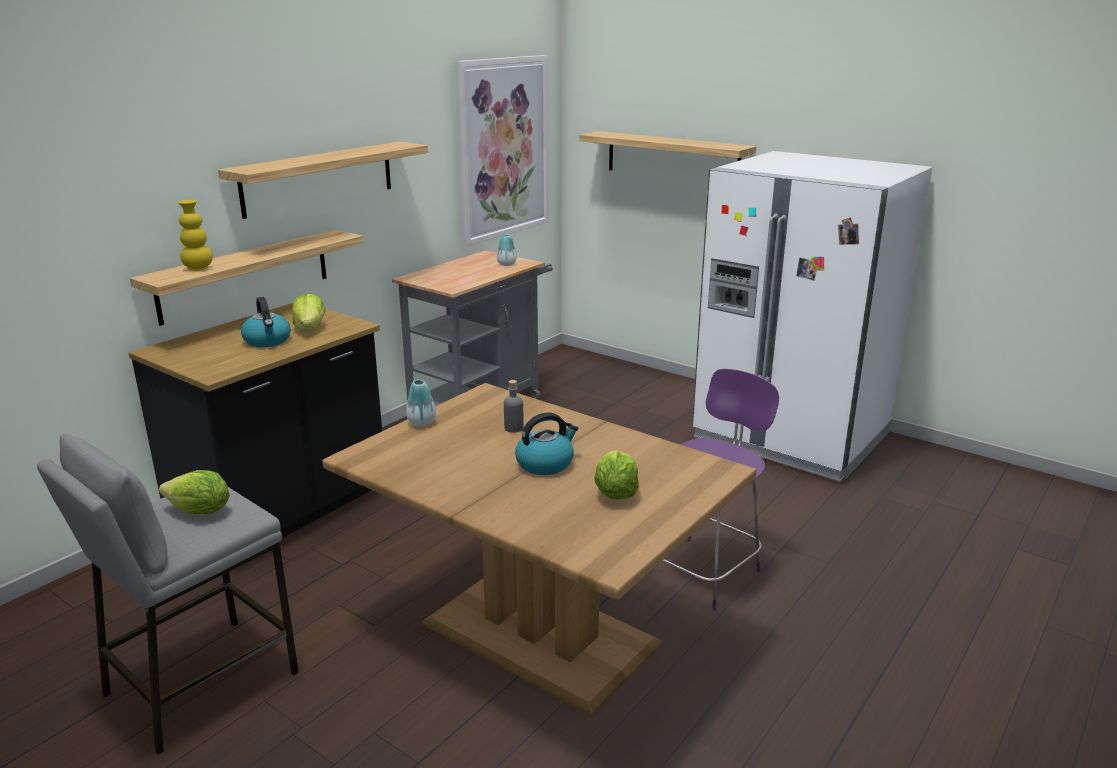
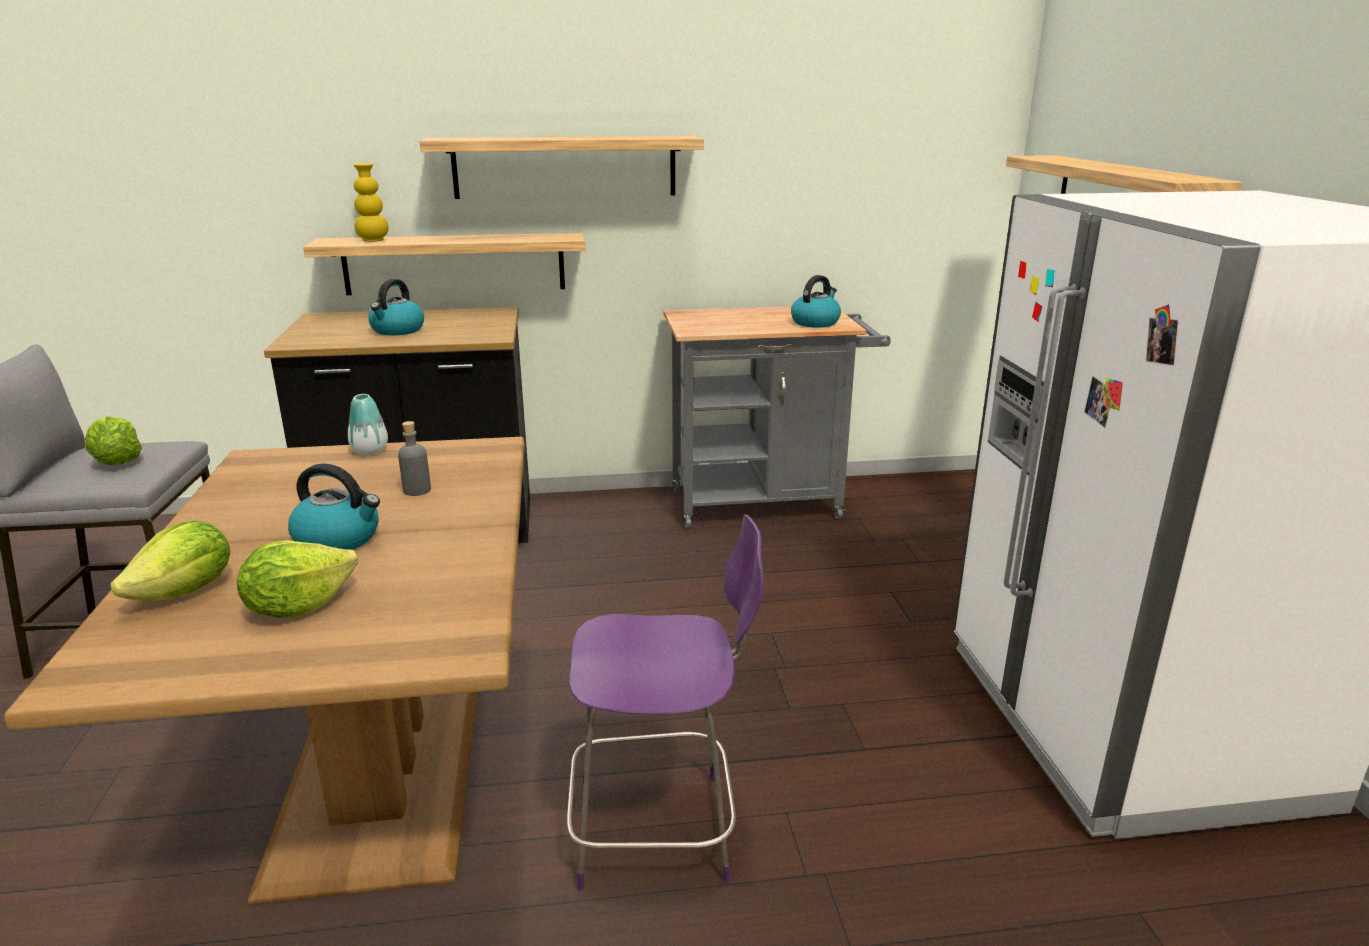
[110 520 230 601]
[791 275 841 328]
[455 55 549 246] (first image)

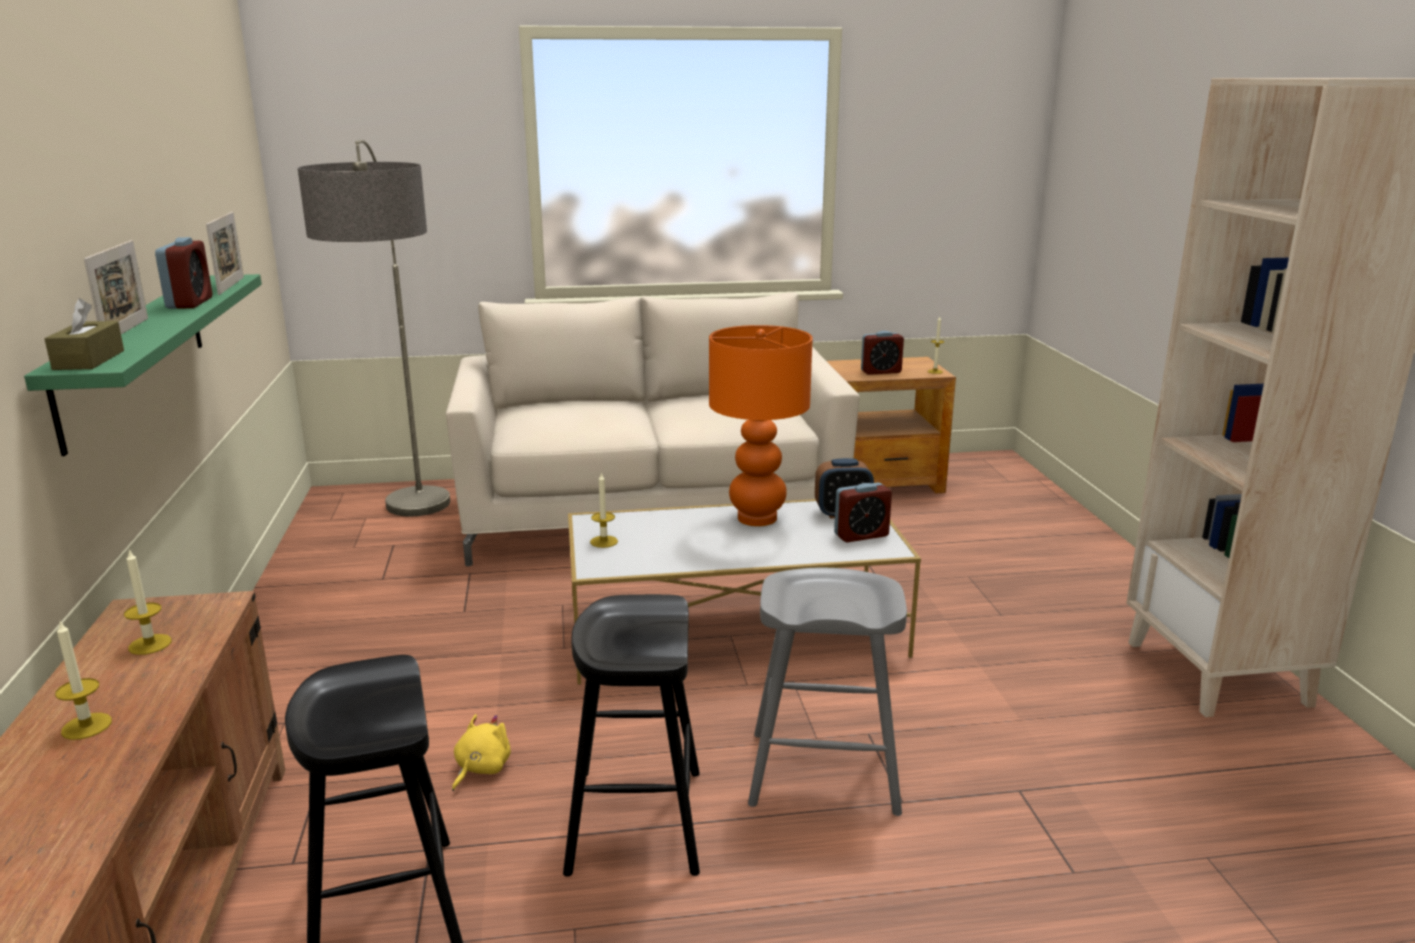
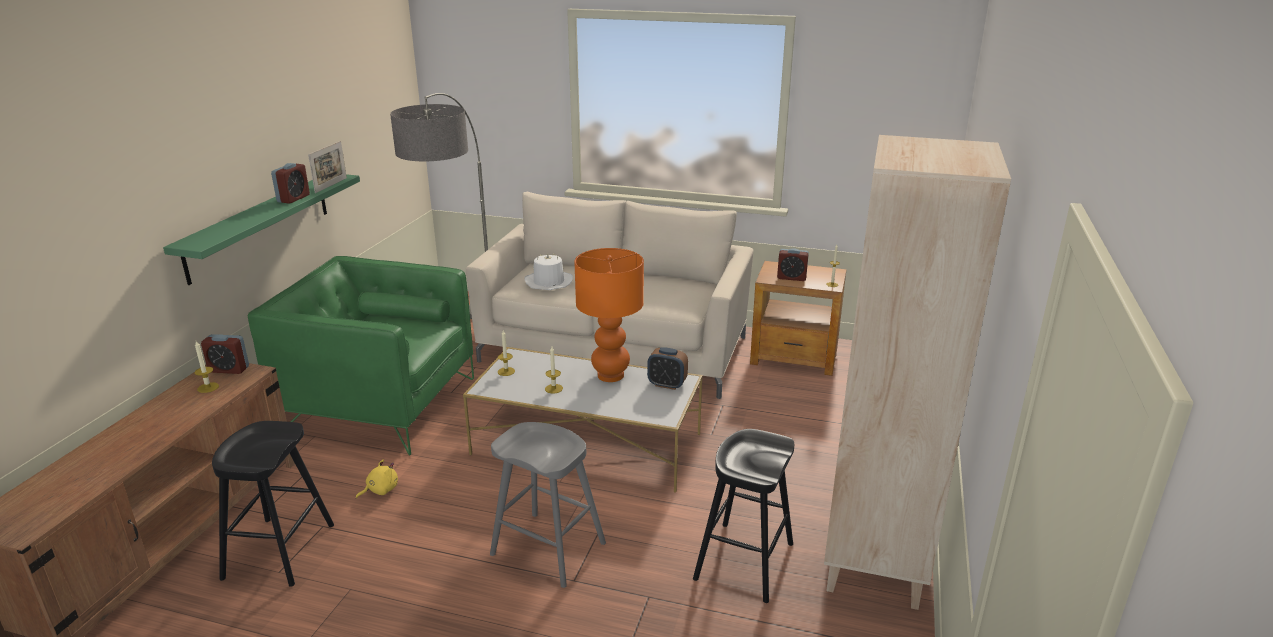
[201 334 249 374]
[248 256 474 455]
[524 254 573 290]
[545 347 563 394]
[693 429 794 603]
[45 298 124 370] (first image)
[84 240 148 334] (first image)

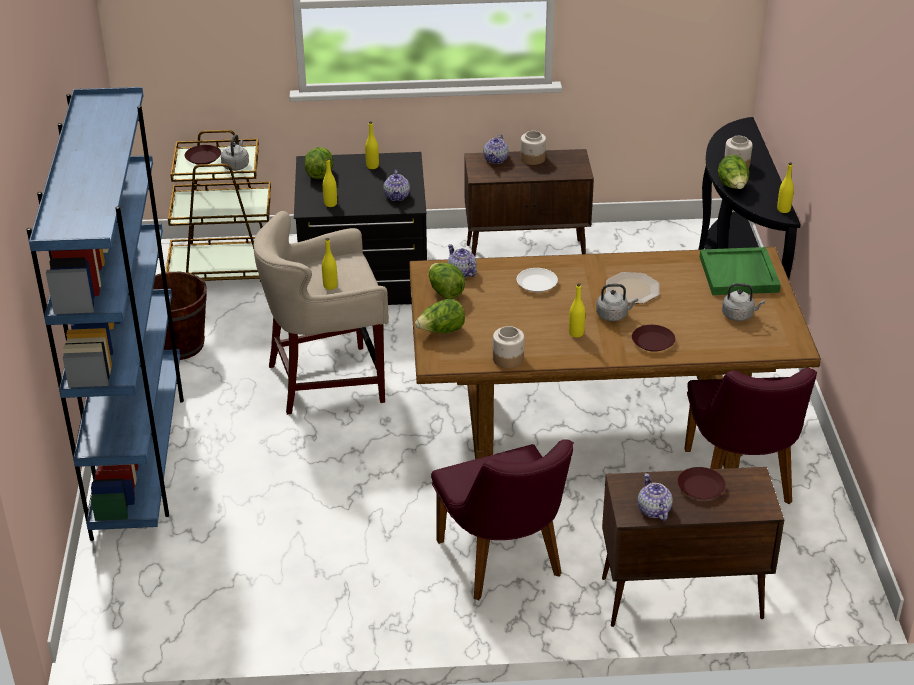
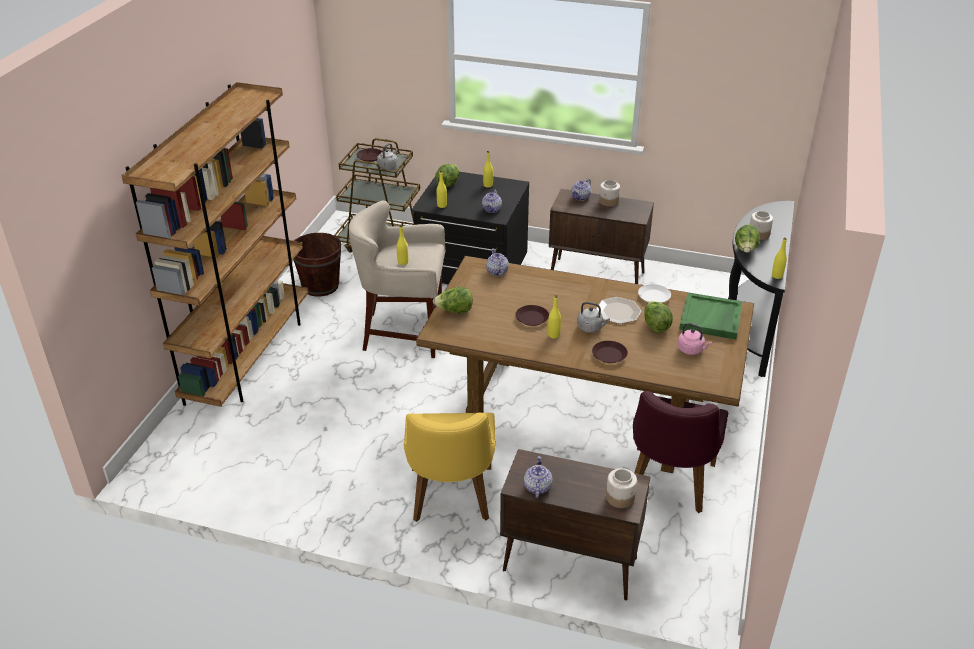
[121 82 309 407]
[404 413 496 522]
[515 305 549 326]
[606 468 637 508]
[638 284 671 303]
[644 301 673 333]
[677 323 712 355]

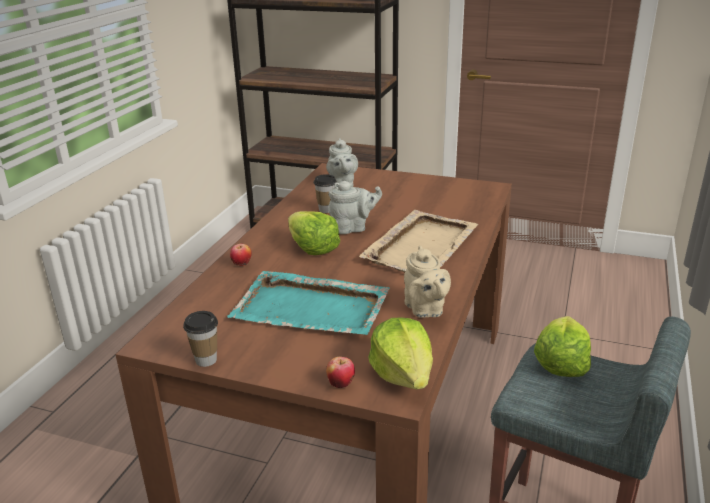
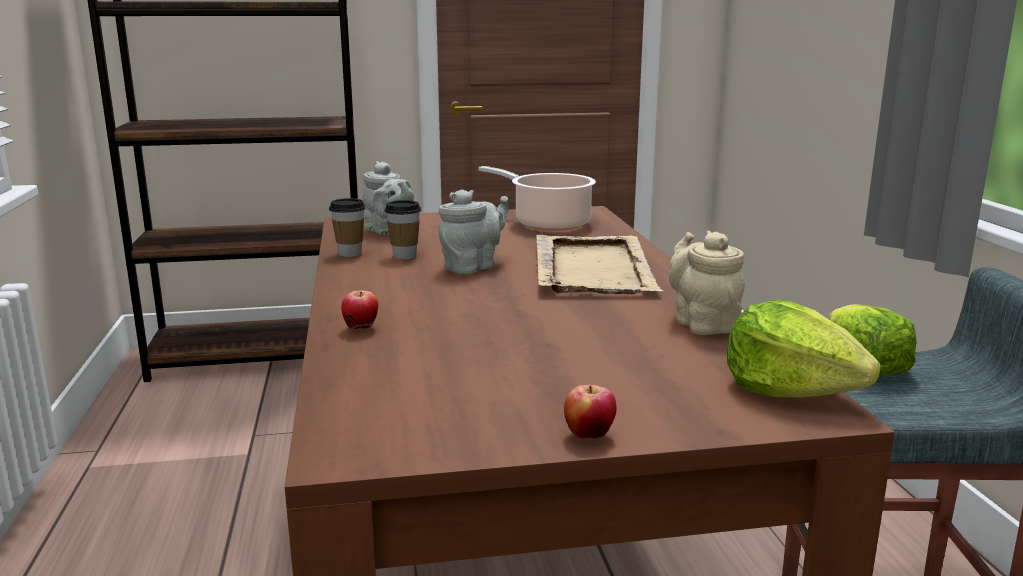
[329 198 366 257]
[478 166 596 231]
[564 384 617 439]
[669 231 745 335]
[227 271 390 335] (first image)
[288 211 340 255] (first image)

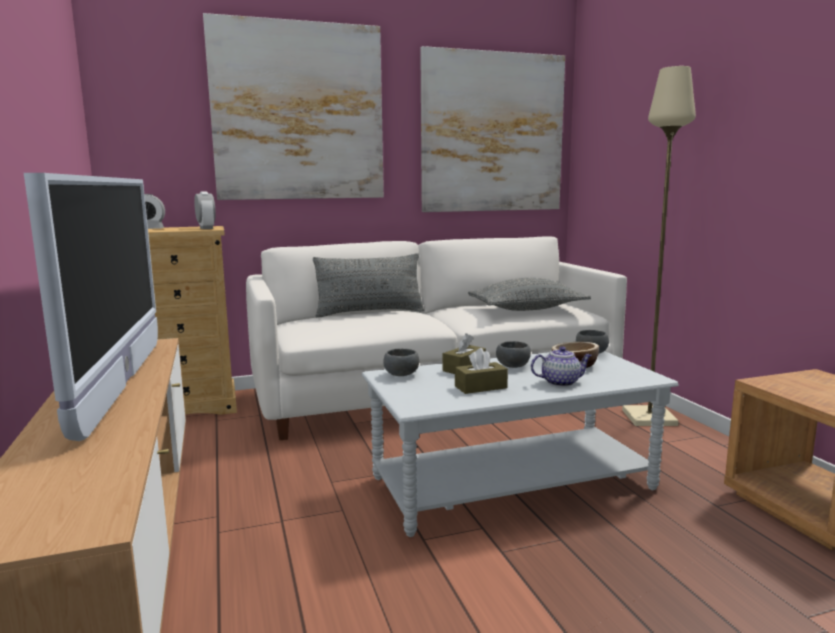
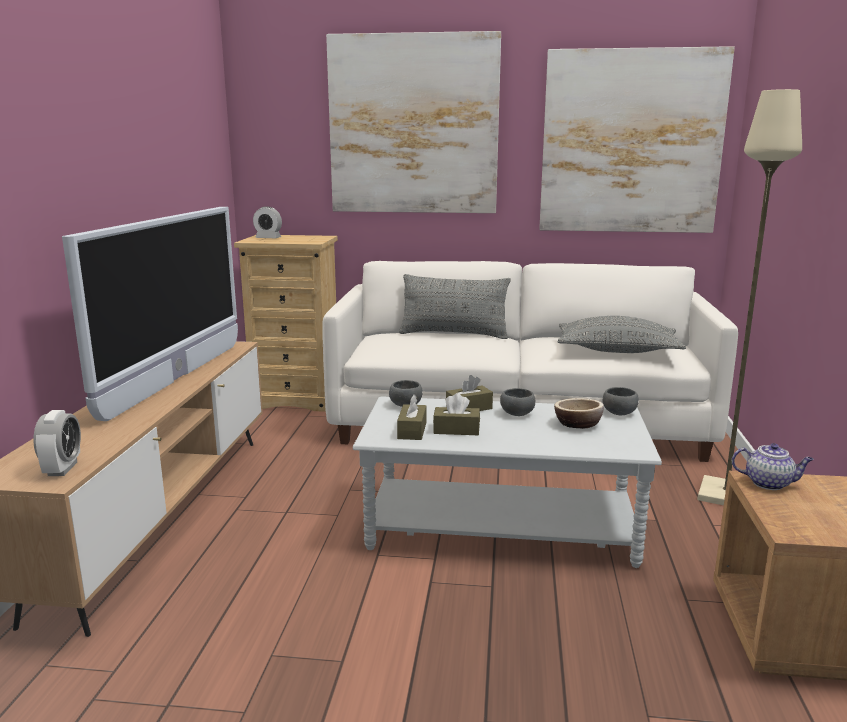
[33 410 81 476]
[397 395 426 440]
[732 443 814 490]

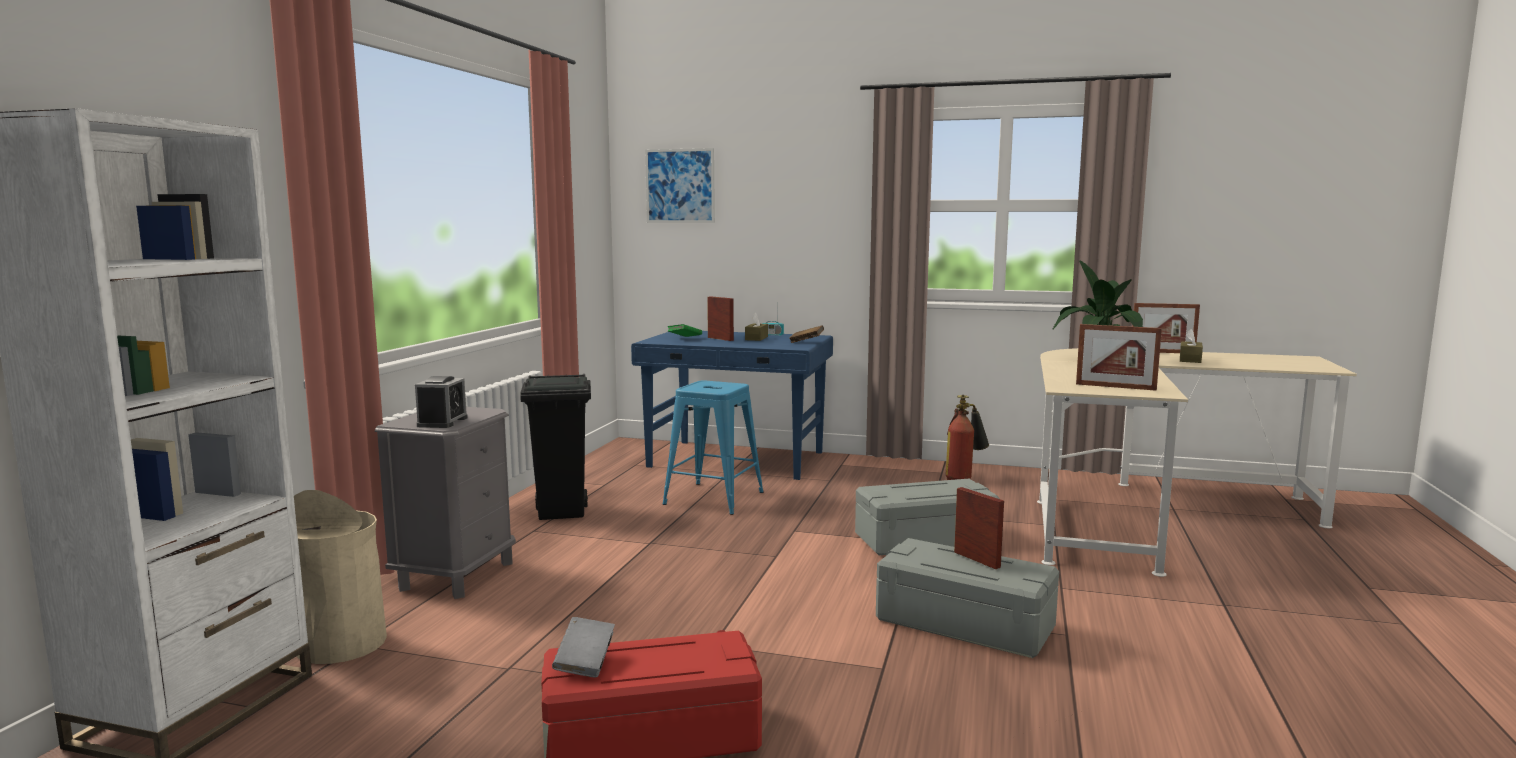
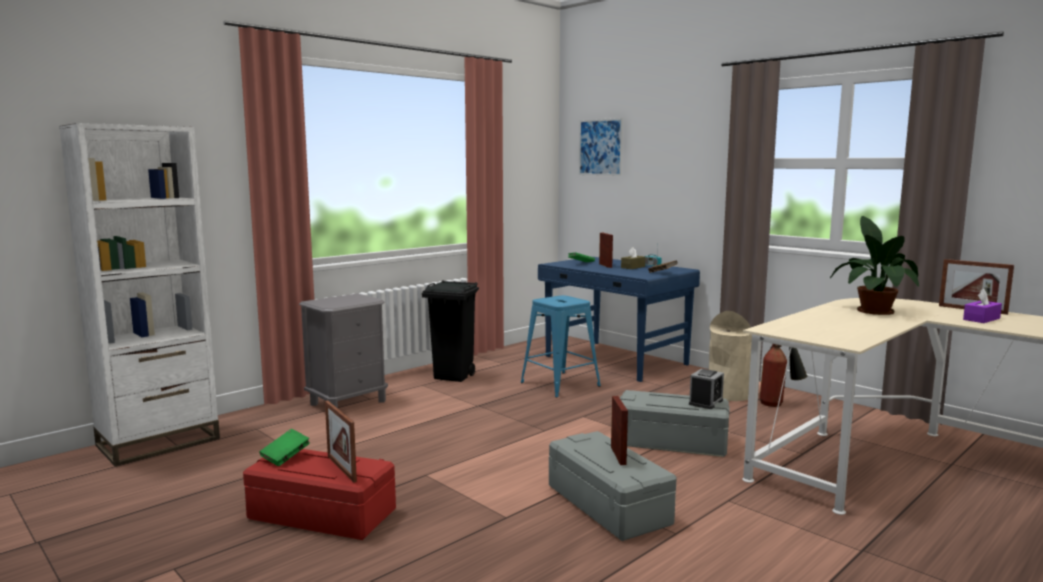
[259 429 310 466]
[325 401 357 483]
[689 369 724 409]
[709 311 752 401]
[963 289 1002 323]

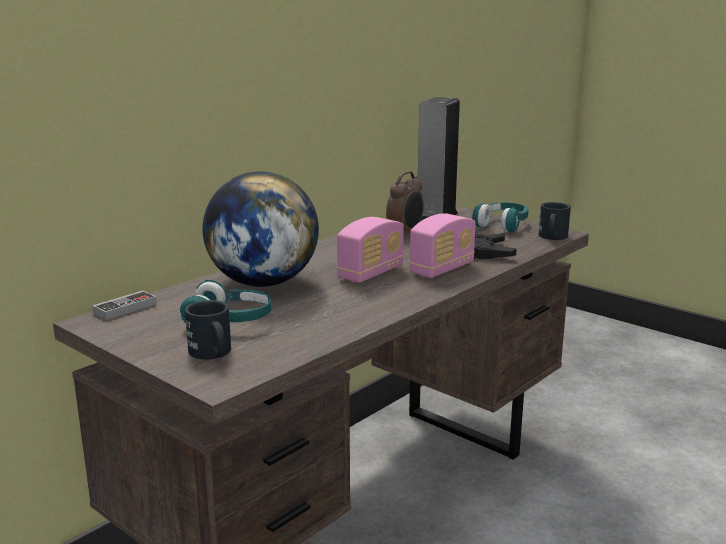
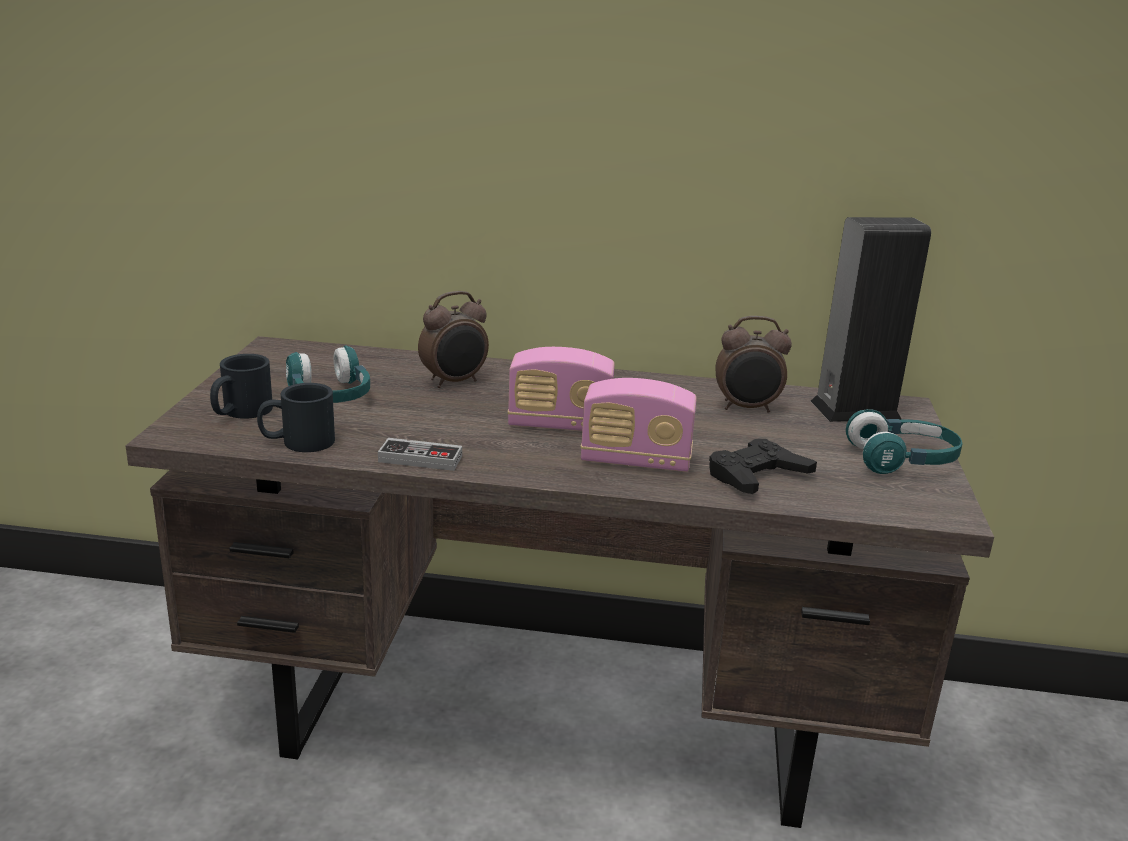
[257 383 335 452]
[378 438 462 471]
[418 291 489 388]

